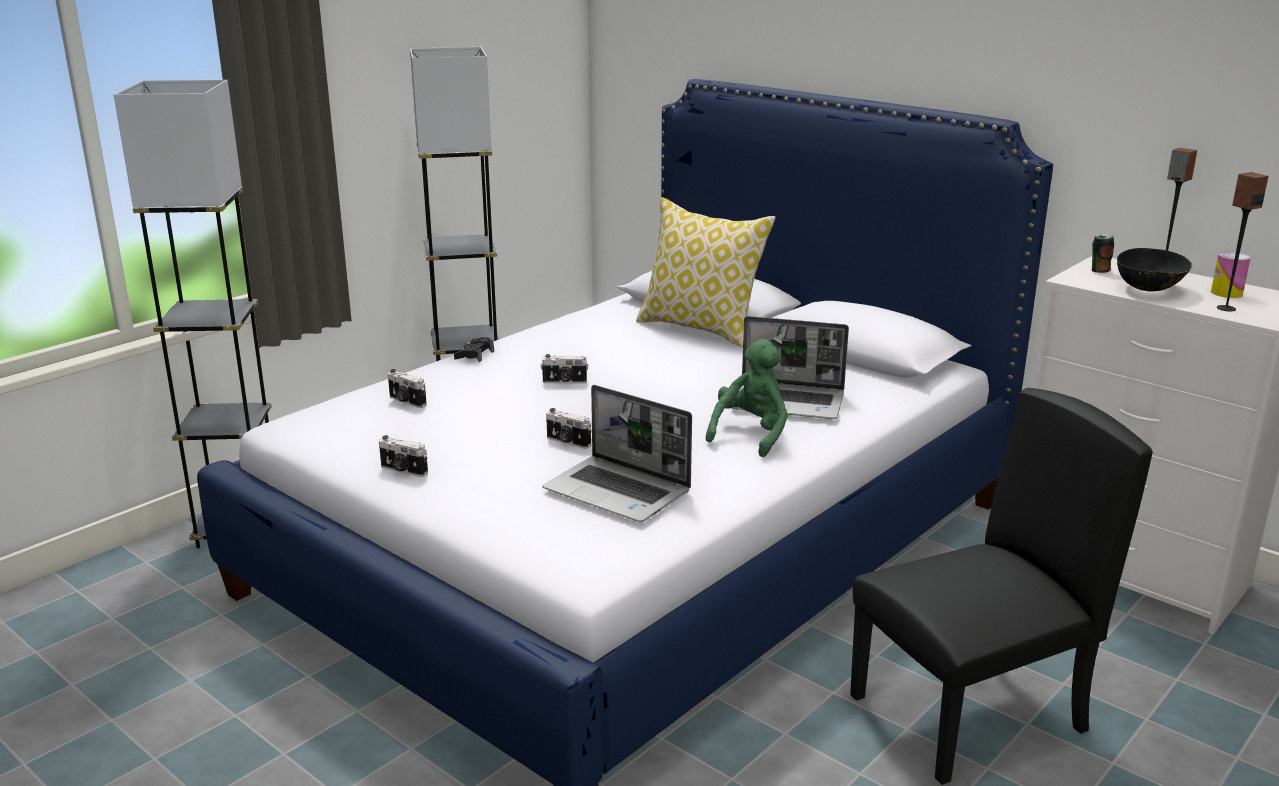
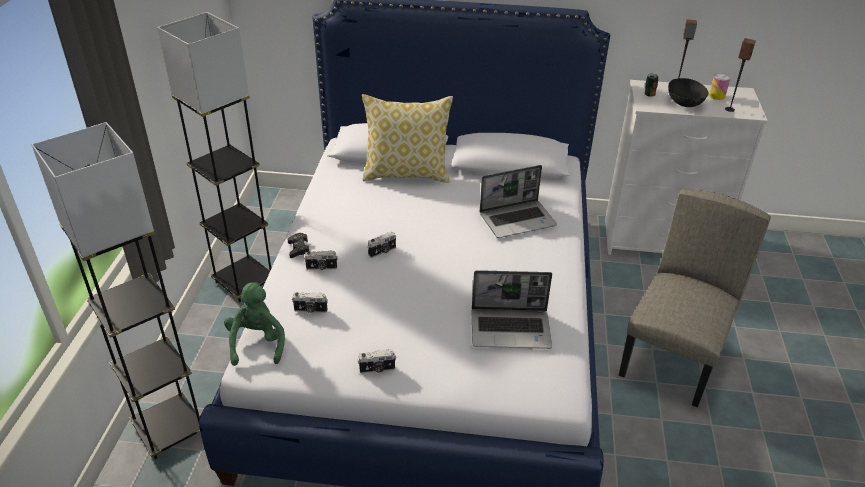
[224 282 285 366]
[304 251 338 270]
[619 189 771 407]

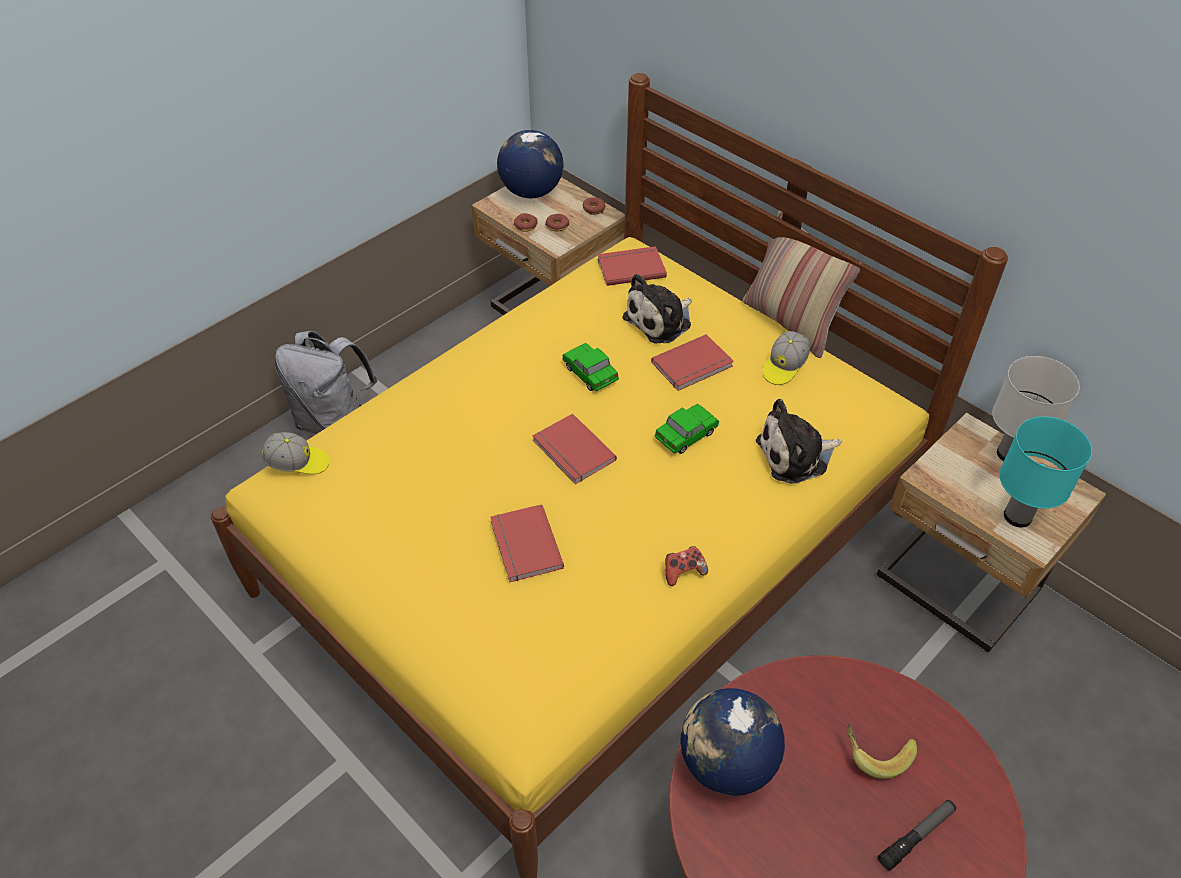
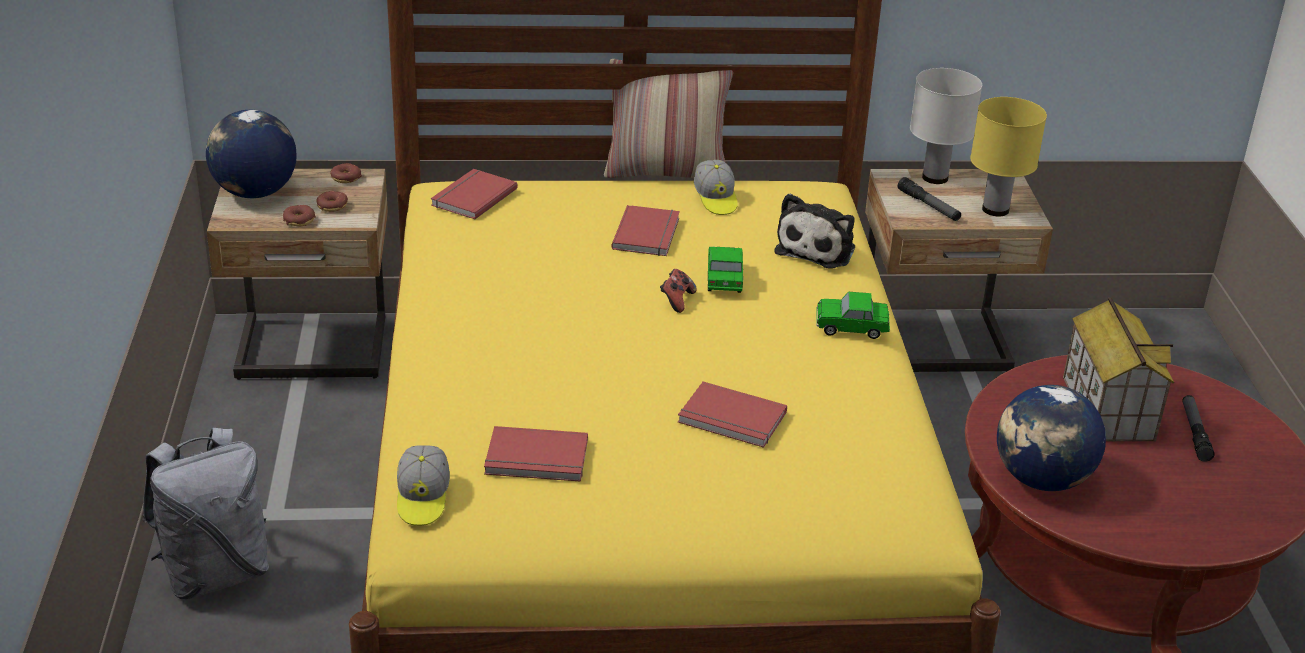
[397 445 450 526]
[484 426 588 482]
[660 269 697 313]
[816 292 890 339]
[898 177 961 221]
[970 97 1047 216]
[1063 297 1174 441]
[622 274 692 344] (first image)

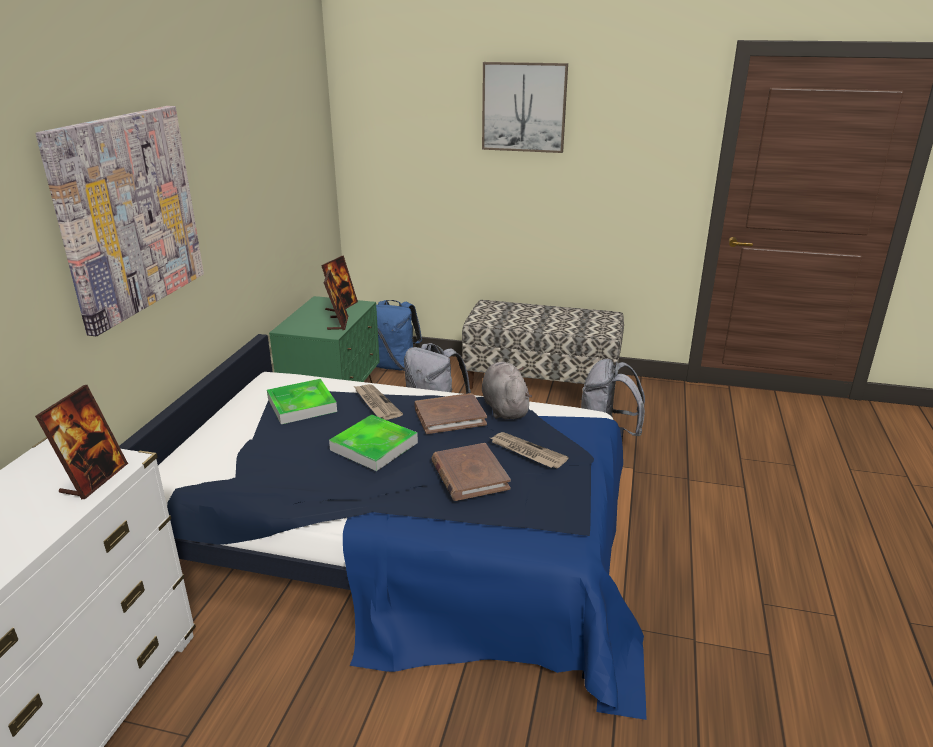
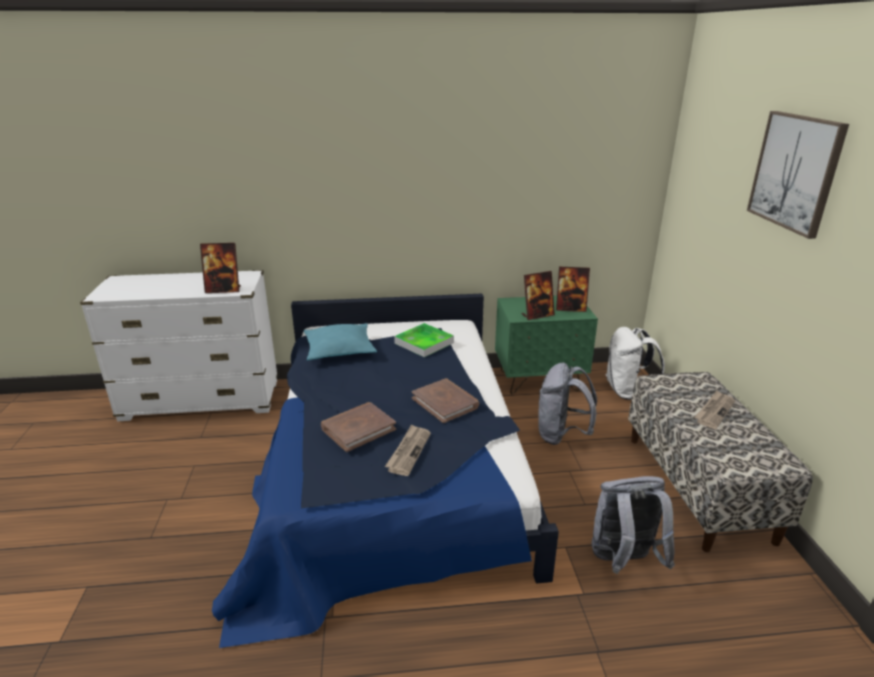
[304 323 377 360]
[605 327 665 400]
[694 391 735 429]
[36 106 204 336] (first image)
[329 415 418 471] (first image)
[482 362 532 419] (first image)

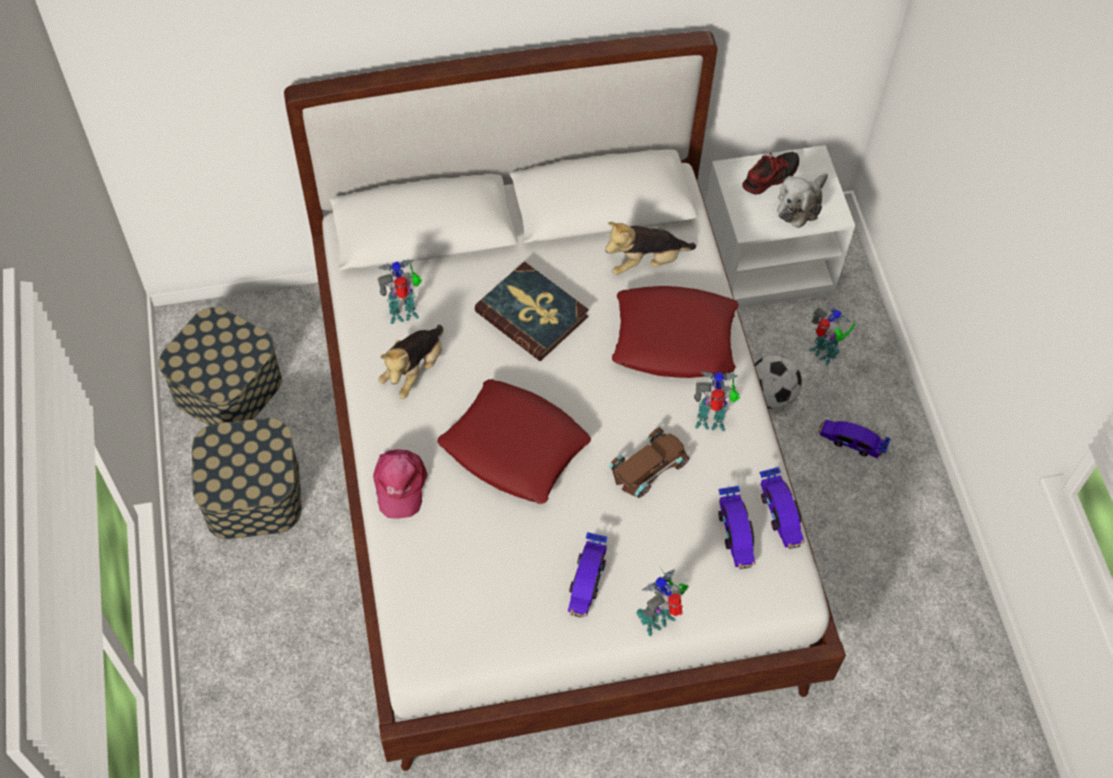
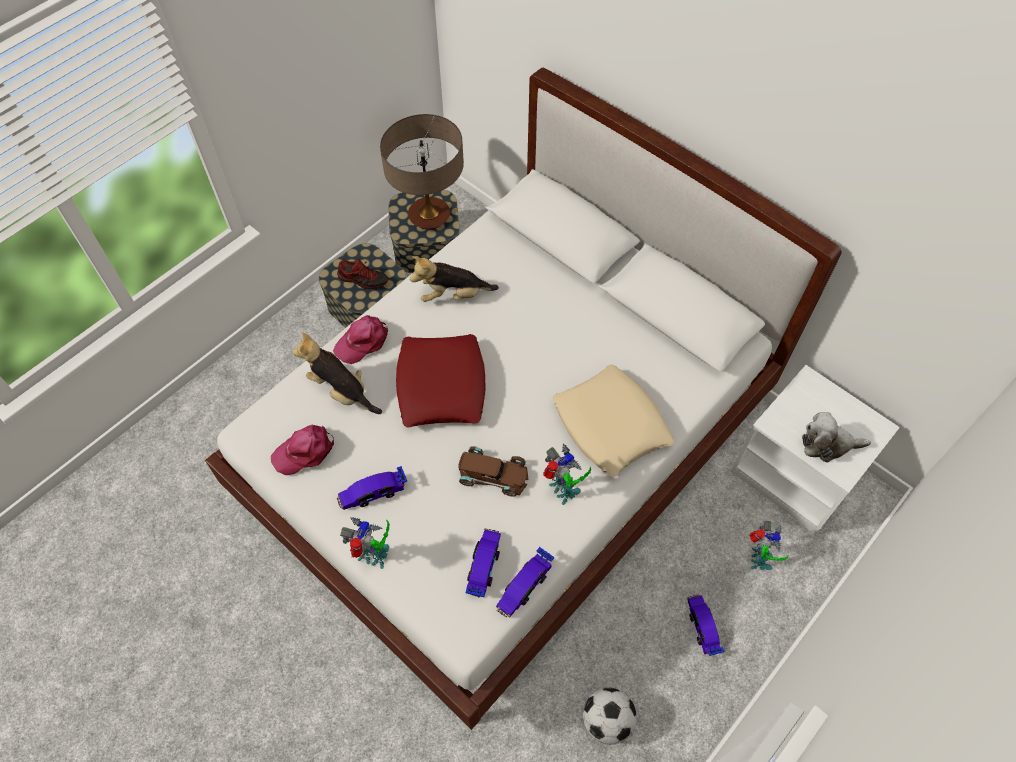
[271 425 334 475]
[293 333 382 414]
[337 258 388 289]
[380 114 464 230]
[465 528 501 597]
[553 365 675 477]
[583 688 636 744]
[378 258 422 324] (first image)
[475 261 589 361] (first image)

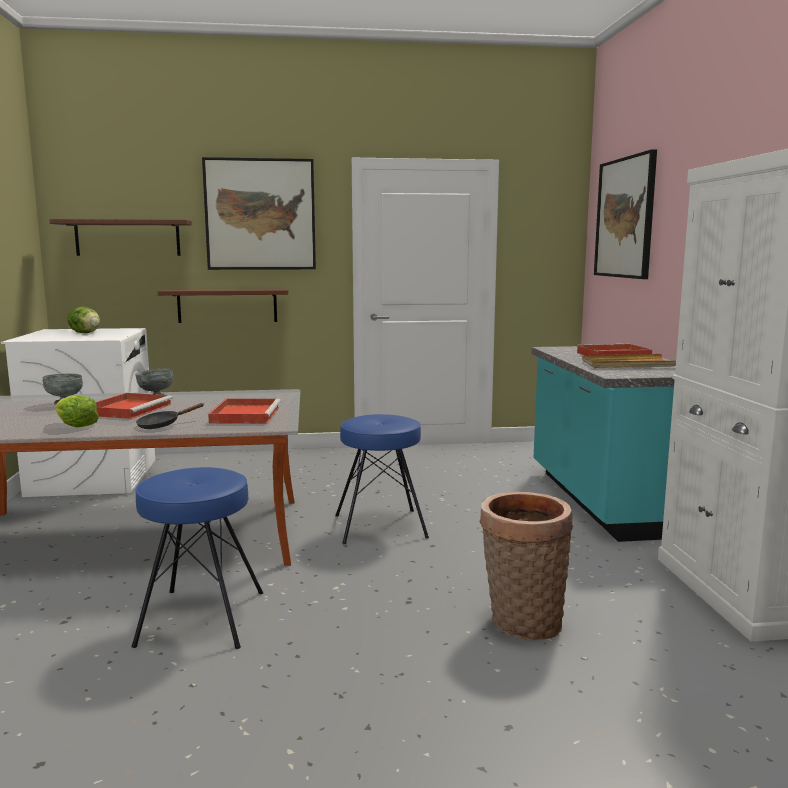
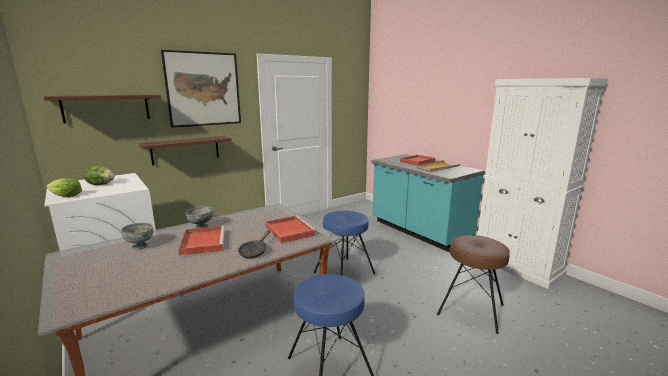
[46 178 82 197]
[437 235 510 334]
[594 149 657 279] (first image)

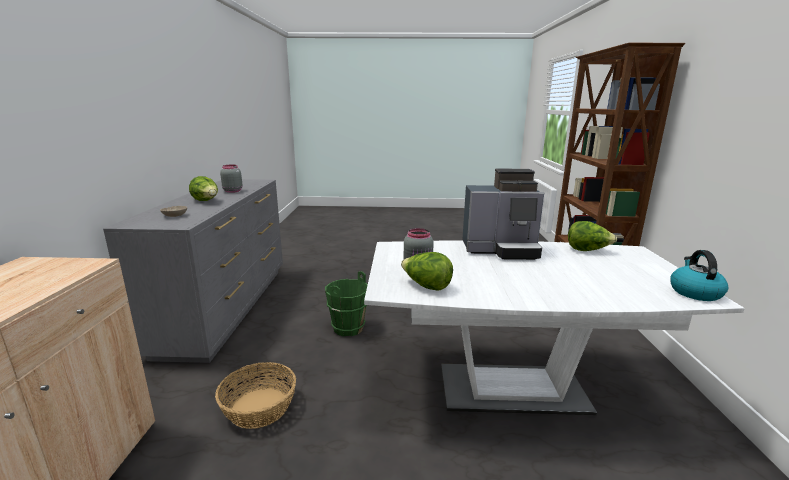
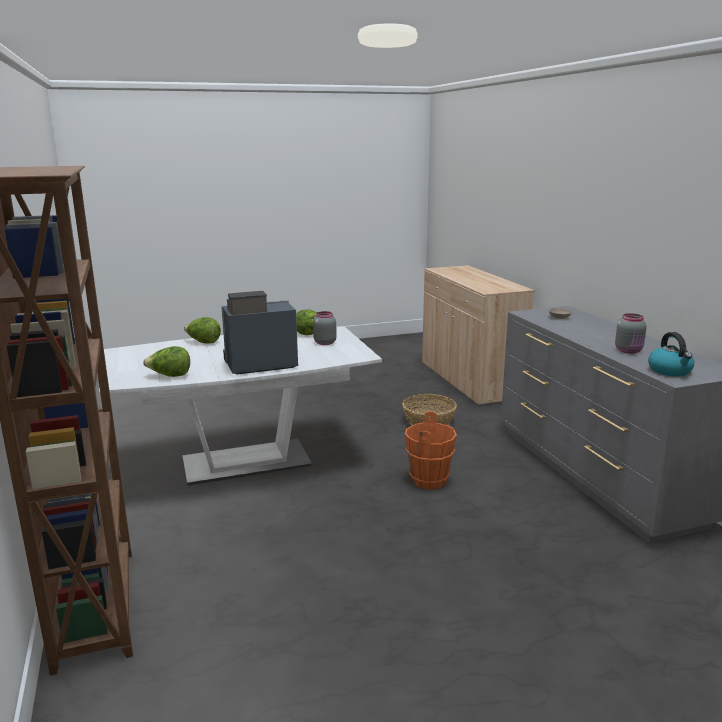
[184 317 221 343]
[405 411 457 489]
[648 332 694 376]

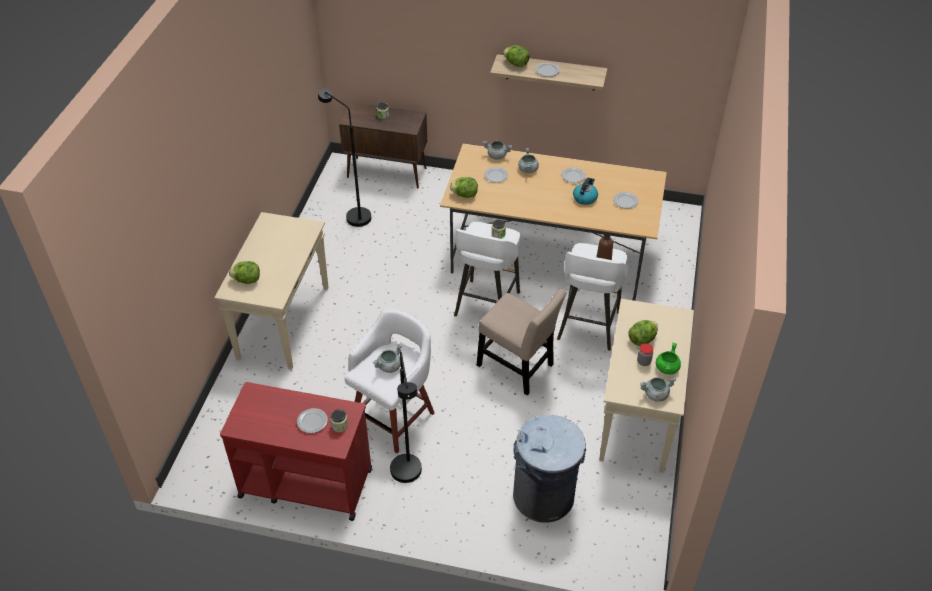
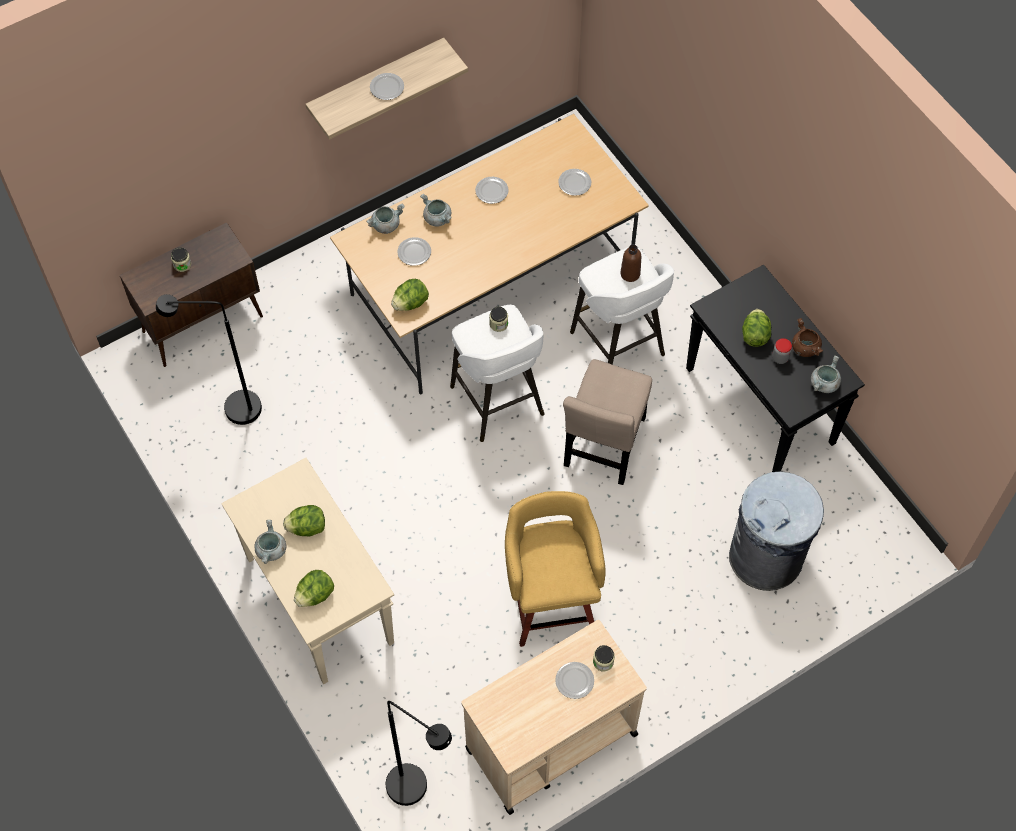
[255 520 286 564]
[283 505 325 537]
[386 701 452 806]
[461 620 647 815]
[505 491 605 647]
[563 359 652 485]
[686 264 865 472]
[792 318 823 357]
[573 178 598 205] (first image)

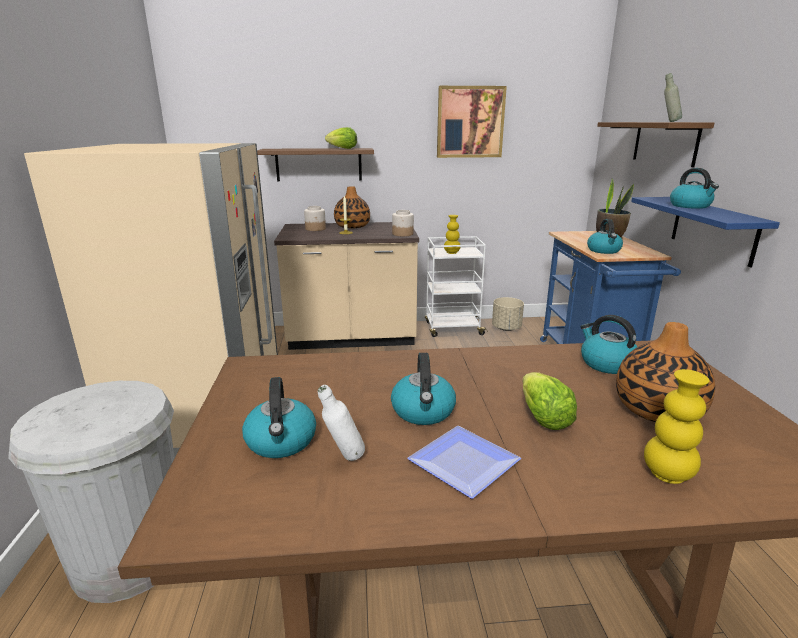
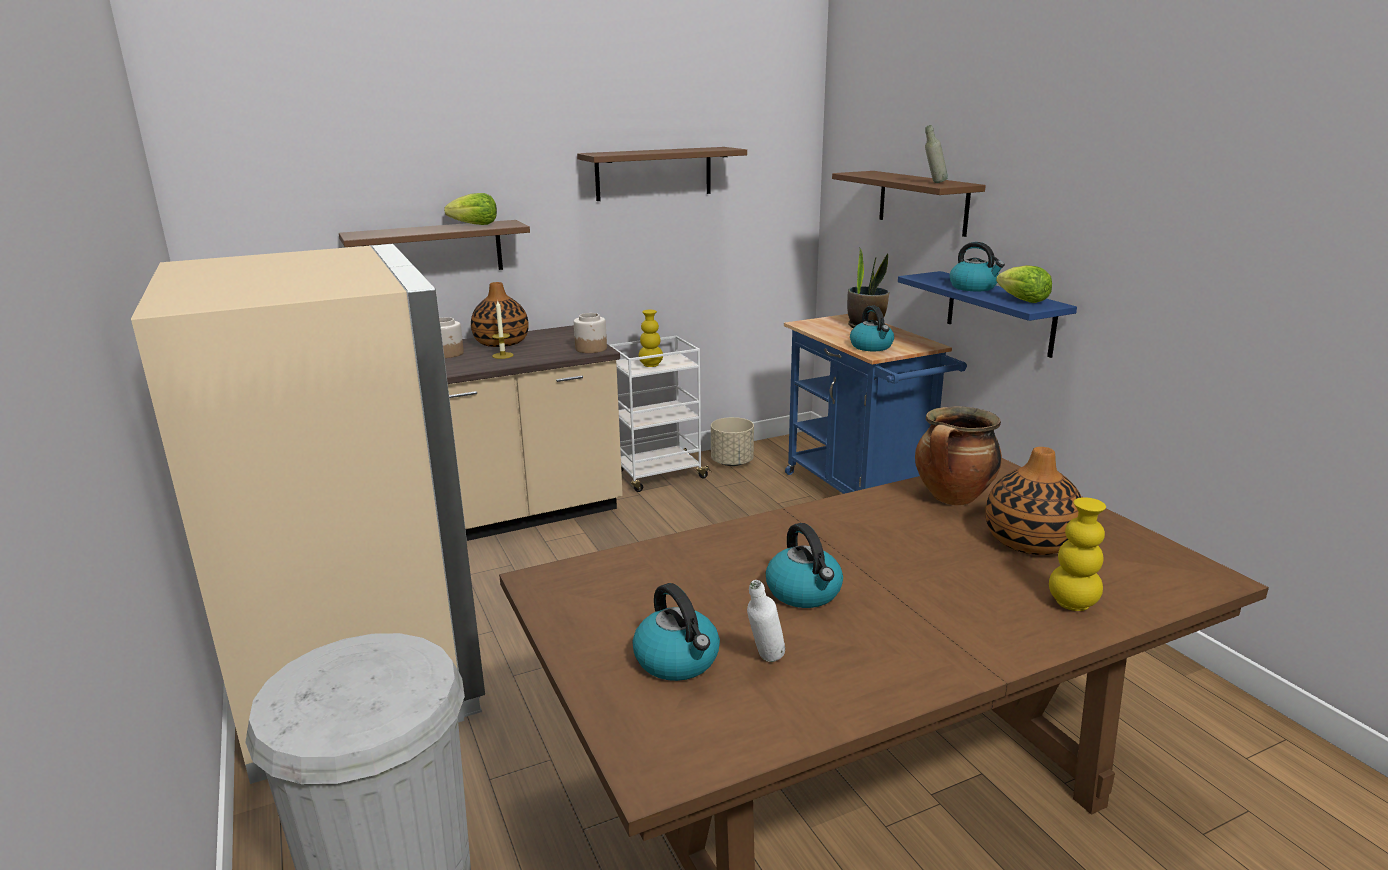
[577 147 747 201]
[915 406 1002 506]
[996 265 1052 303]
[407 426 521 499] (first image)

